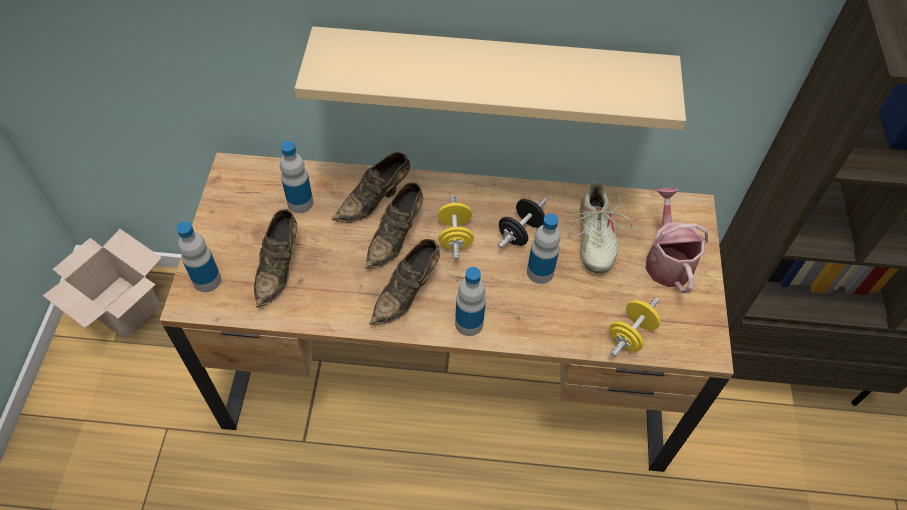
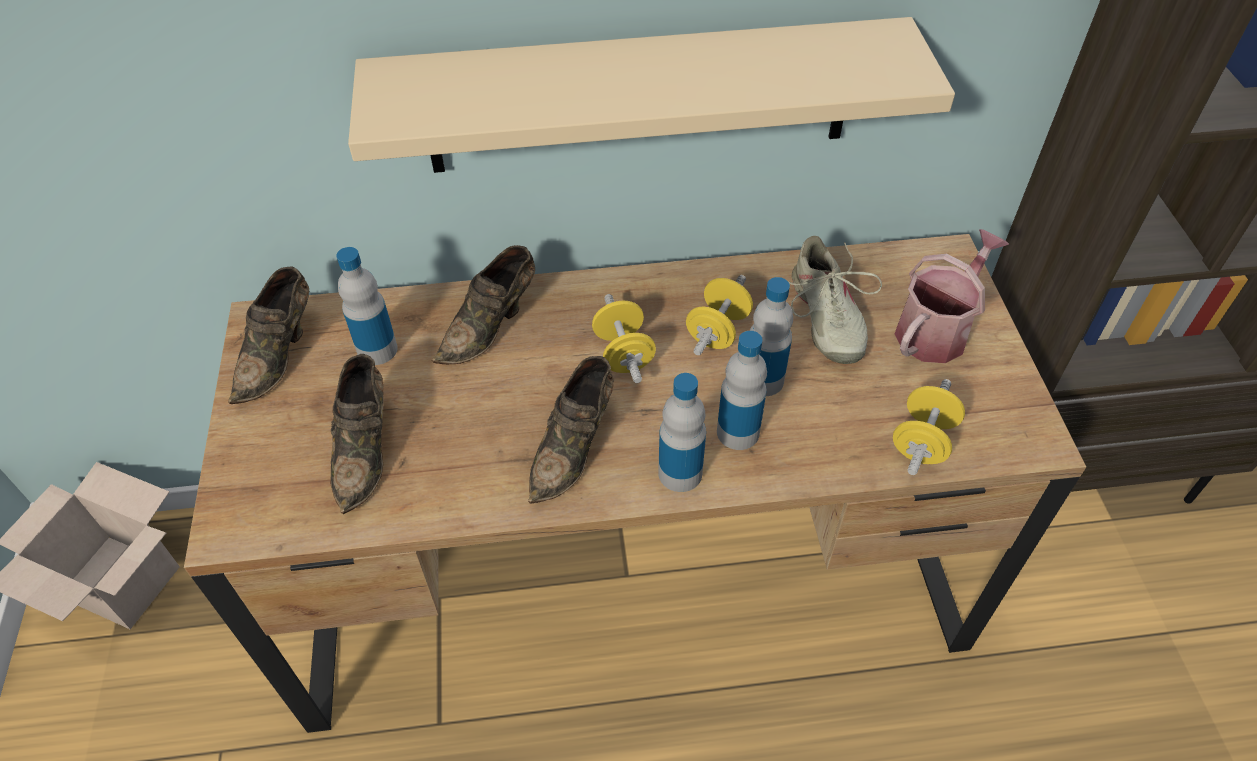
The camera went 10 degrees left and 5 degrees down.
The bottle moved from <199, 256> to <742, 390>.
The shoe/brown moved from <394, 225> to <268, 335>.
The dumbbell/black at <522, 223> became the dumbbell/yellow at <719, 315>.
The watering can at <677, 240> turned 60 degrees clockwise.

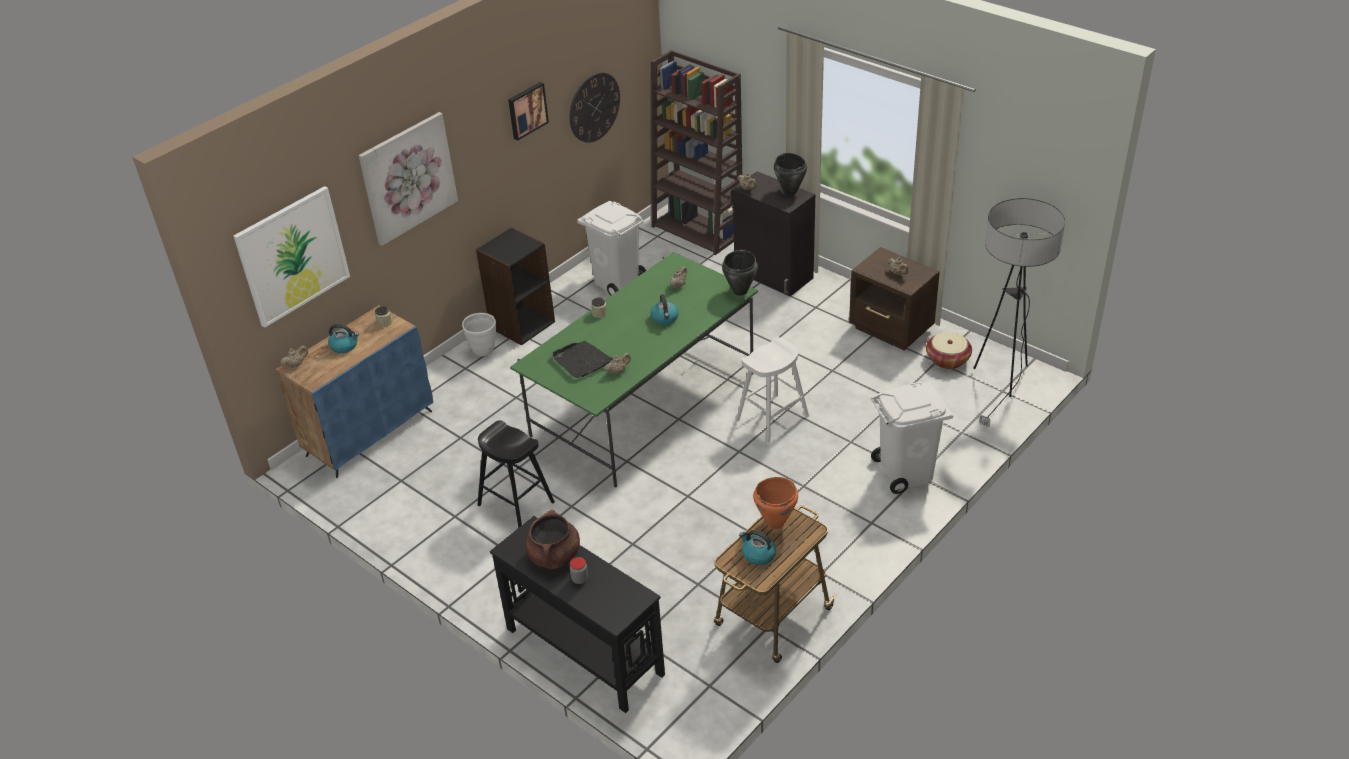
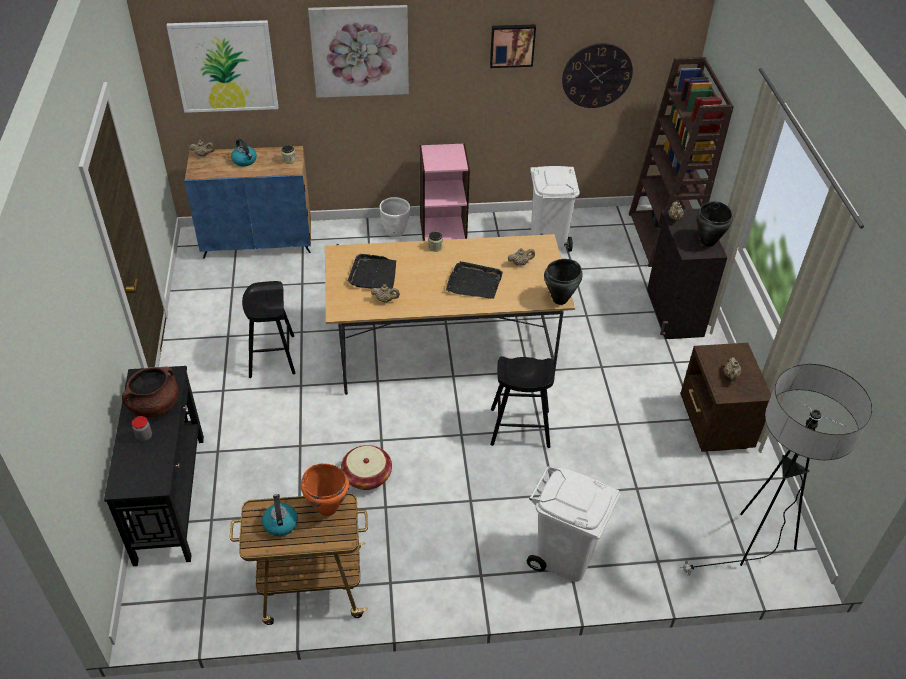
The camera went 40 degrees right and 5 degrees up.
The basket moved from <949, 350> to <366, 467>.
The kettle at <664, 309> was replaced by the tray/black at <474, 280>.
The bookcase/black at <515, 286> became the bookcase/pink at <445, 192>.
The dining table/green at <634, 369> became the dining table/beige at <450, 314>.
The stool/white at <772, 390> became the stool/black at <522, 402>.

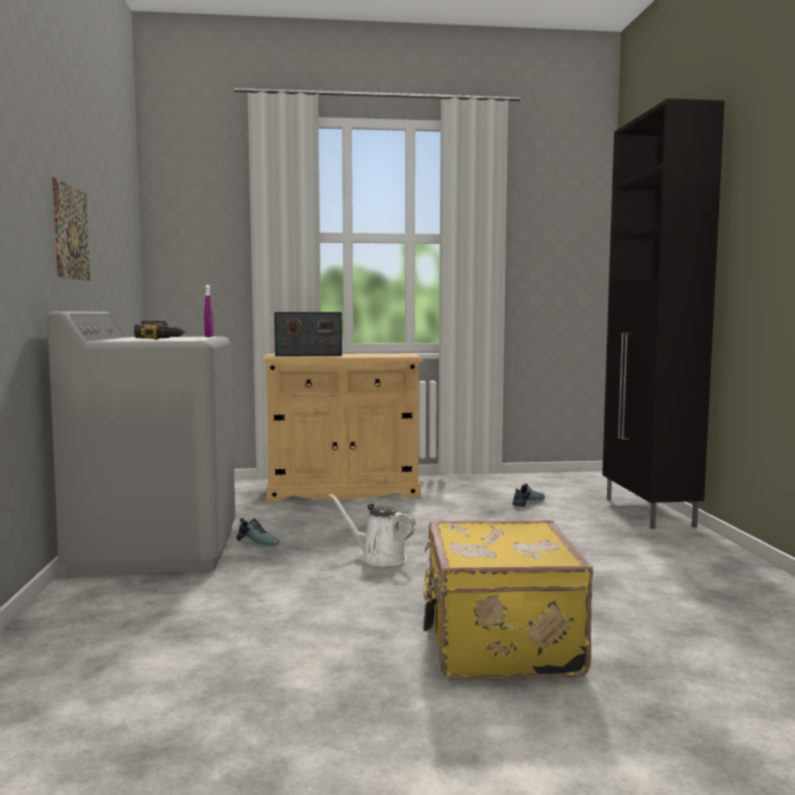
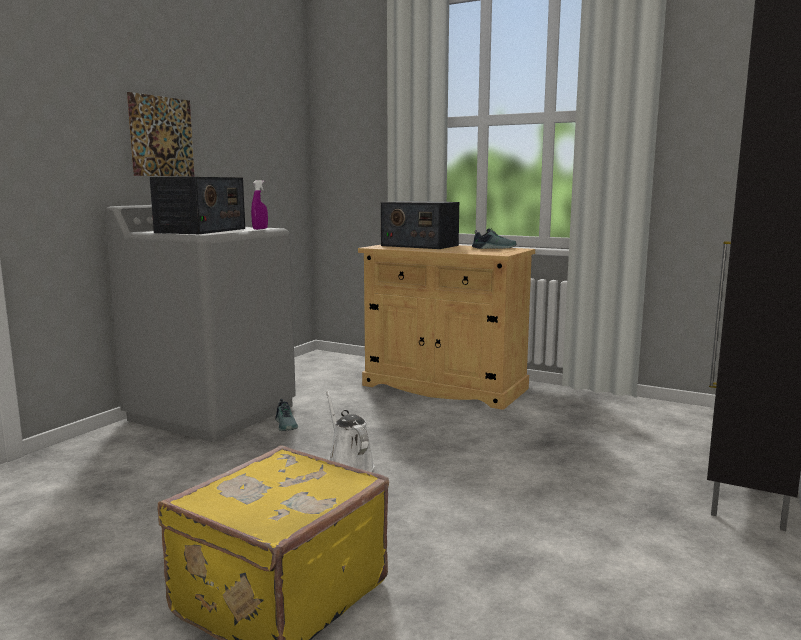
The camera went 35 degrees right and 5 degrees up.
The shoe moved from <528, 495> to <494, 238>.
The power drill at <160, 330> was replaced by the radio at <197, 205>.

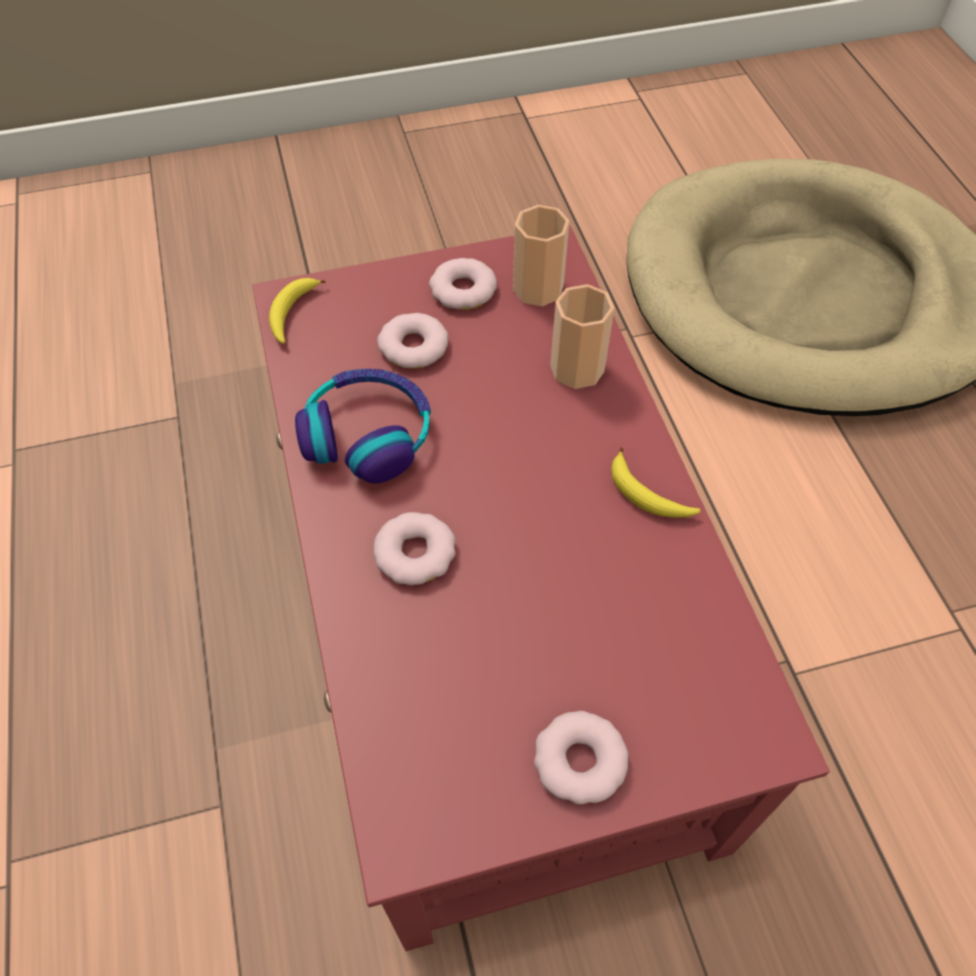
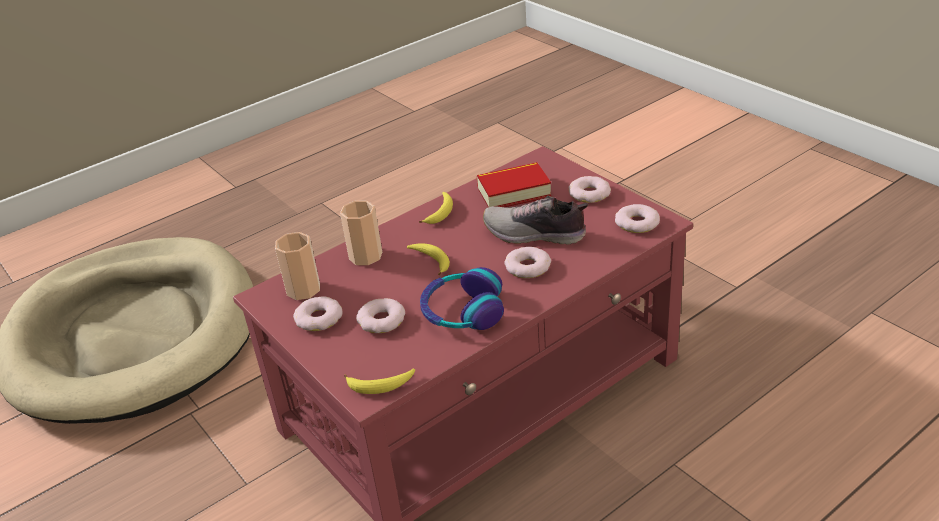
The camera went 110 degrees left and 20 degrees down.
The banana at <428, 259> appeared.
The book at <514, 184> appeared.
The shoe at <536, 220> appeared.
The donut at <637, 218> appeared.

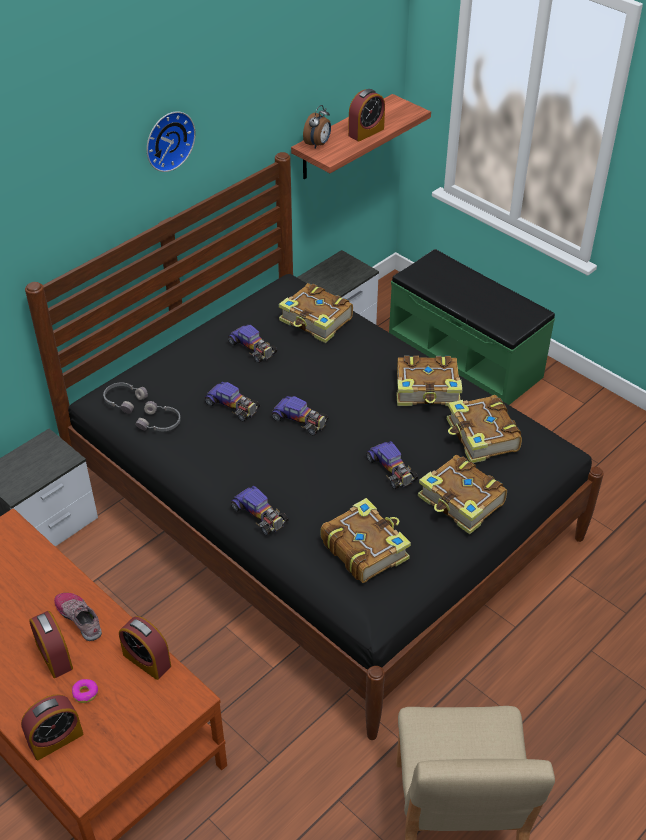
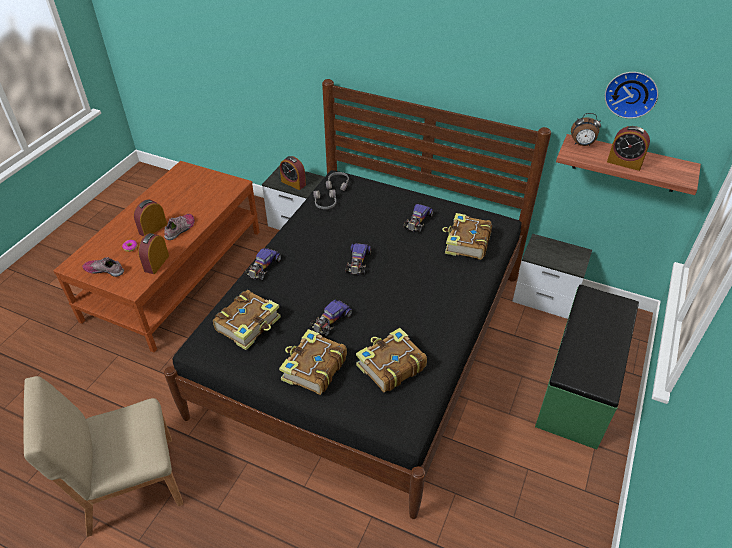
The camera went 70 degrees right and 0 degrees up.
The toy car at <232, 401> disappeared.
The book at <429, 381> disappeared.
The shoe at <103, 267> appeared.
The alarm clock moved from <52, 727> to <293, 173>.
The wall clock moved from <171, 141> to <631, 95>.

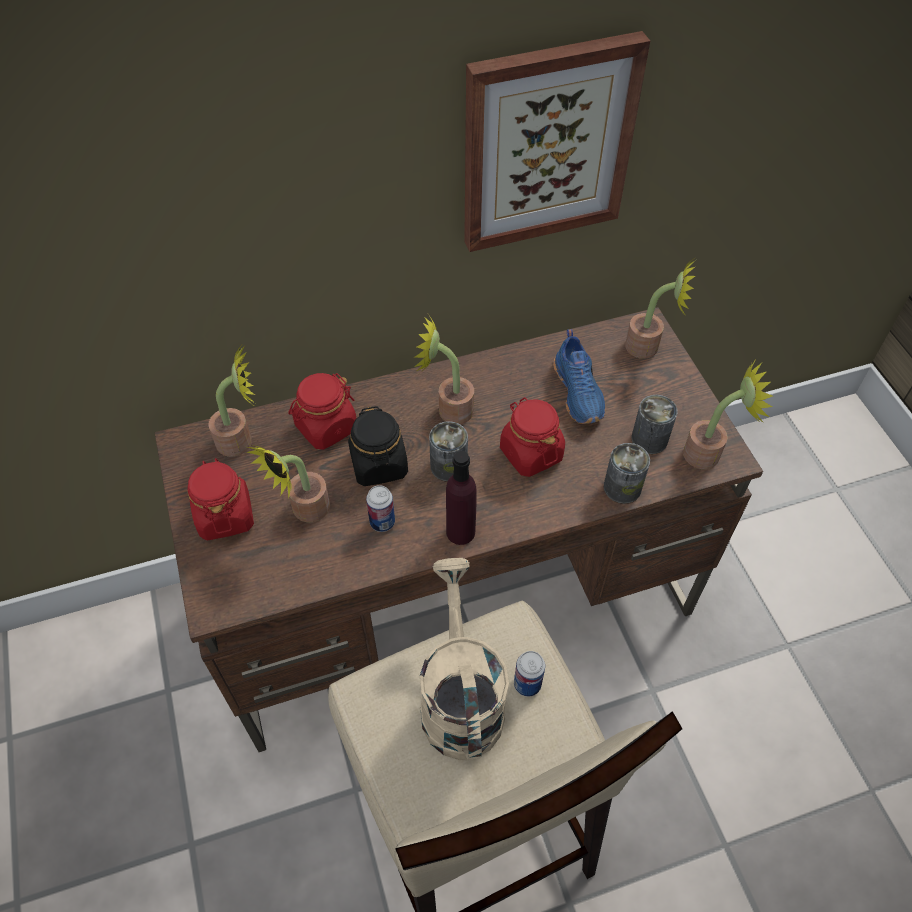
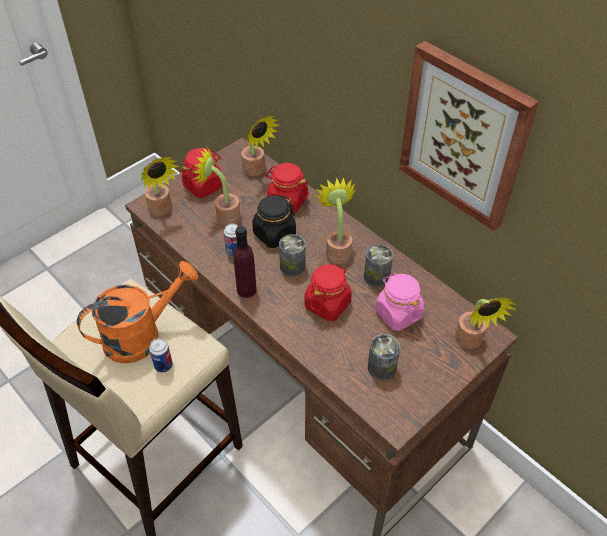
The camera went 65 degrees right and 5 degrees down.
The can moved from <627, 473> to <378, 265>.
The potted plant moved from <728, 413> to <159, 186>.
The shoe/blue at <579, 376> was replaced by the jar/pink at <399, 302>.
The watering can/beige at <464, 659> became the watering can/orange at <137, 312>.

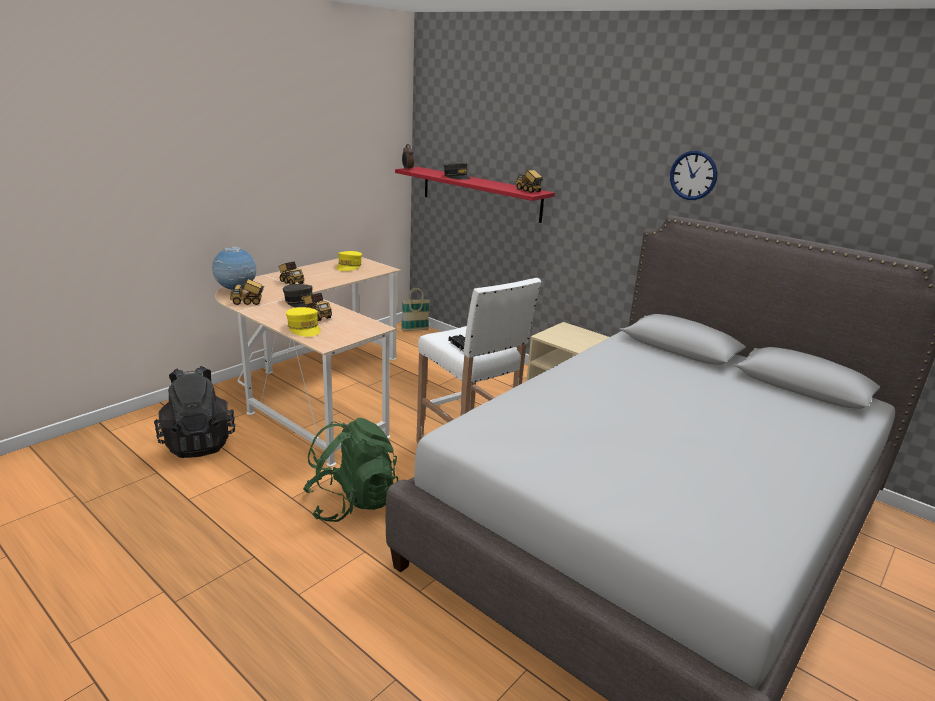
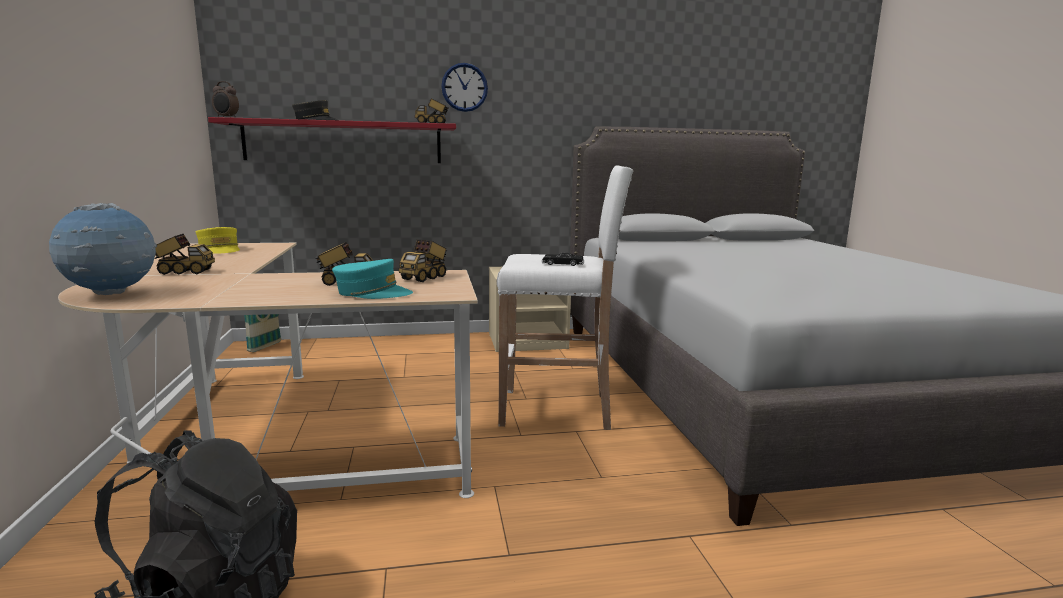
The camera went 50 degrees left and 10 degrees down.
The cap/grey at <299, 295> disappeared.
The backpack/green at <350, 470> disappeared.
The toy truck moved from <247, 292> to <423, 260>.
The wall clock moved from <693, 175> to <464, 87>.
The cap/yellow at <303, 322> became the cap/turquoise at <372, 279>.

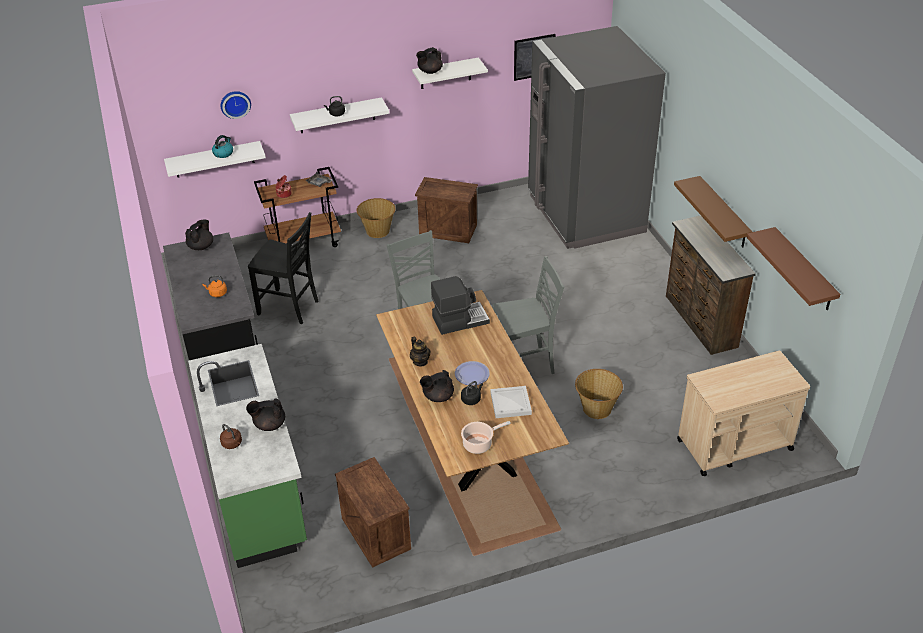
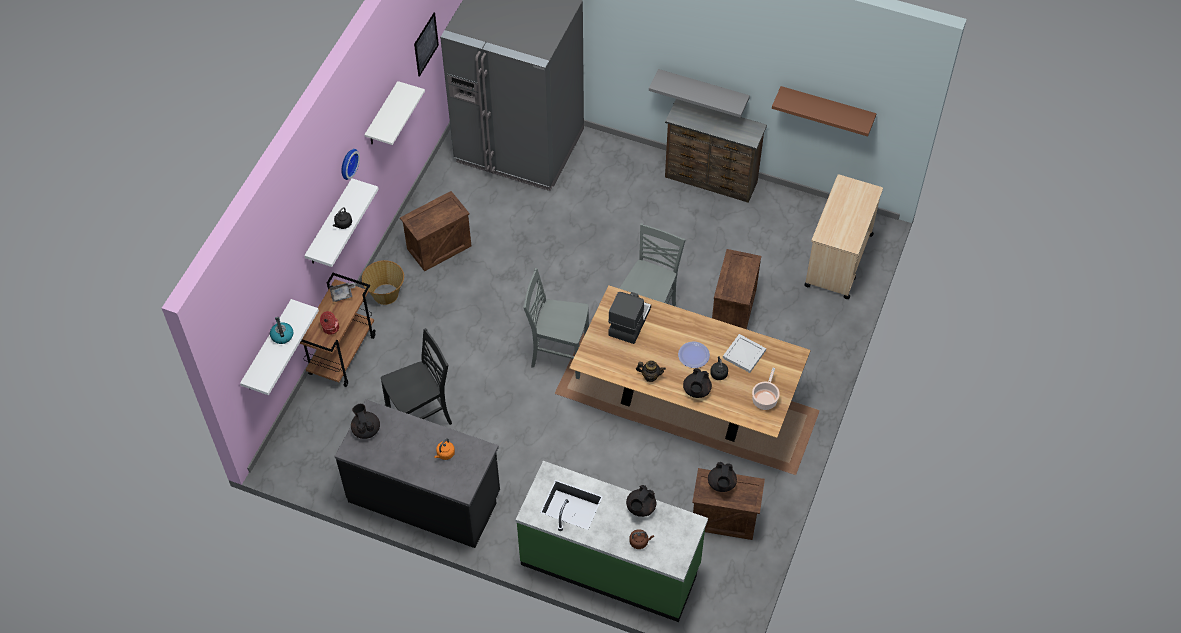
The camera went 50 degrees left and 15 degrees up.
The wall clock moved from <236, 105> to <350, 164>.
The teapot/black moved from <429, 60> to <722, 477>.
The basket at <599, 394> was replaced by the crate at <736, 289>.
The shelf/brown at <713, 212> became the shelf/grey at <699, 93>.

